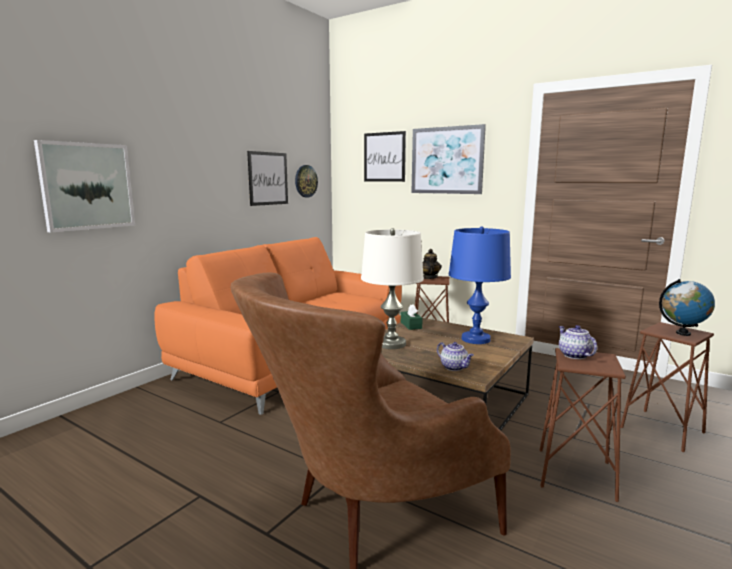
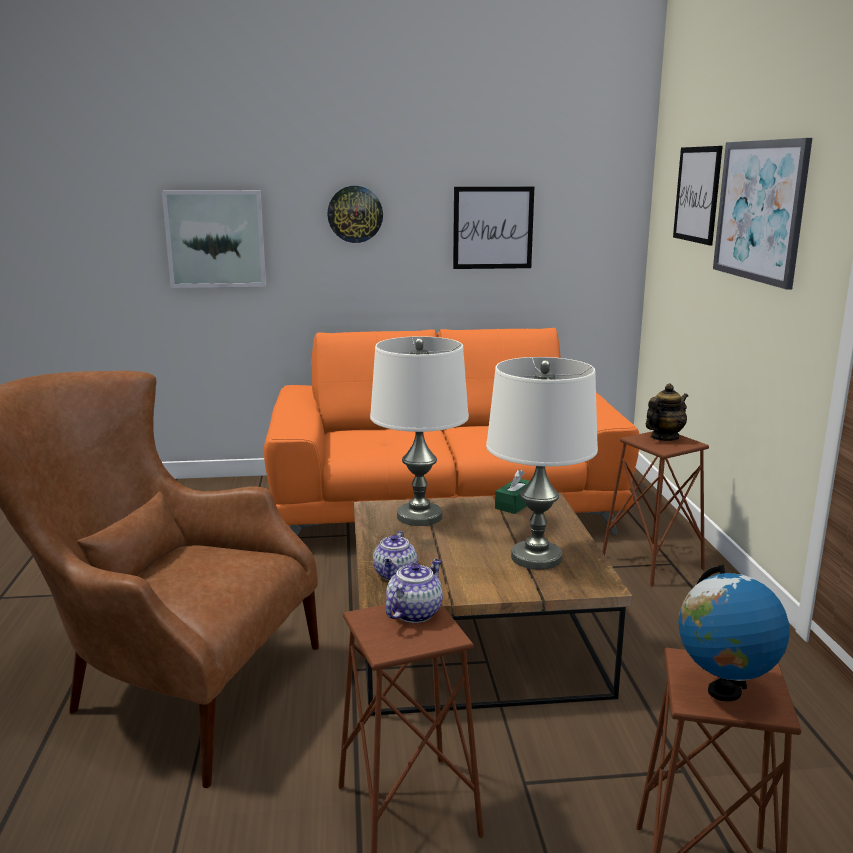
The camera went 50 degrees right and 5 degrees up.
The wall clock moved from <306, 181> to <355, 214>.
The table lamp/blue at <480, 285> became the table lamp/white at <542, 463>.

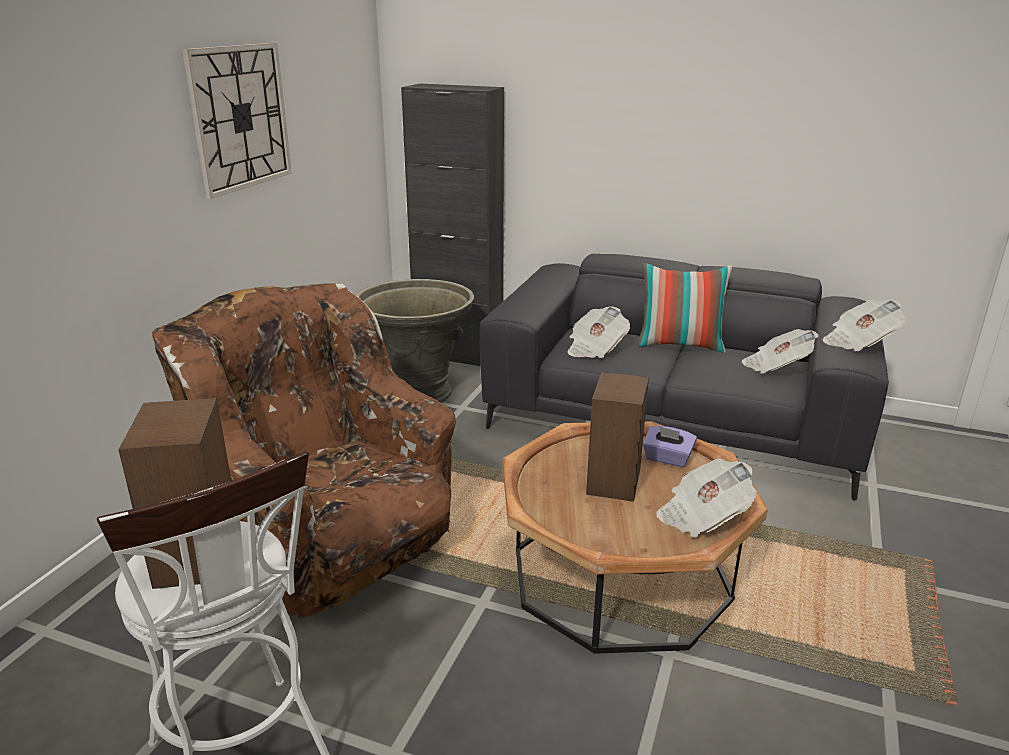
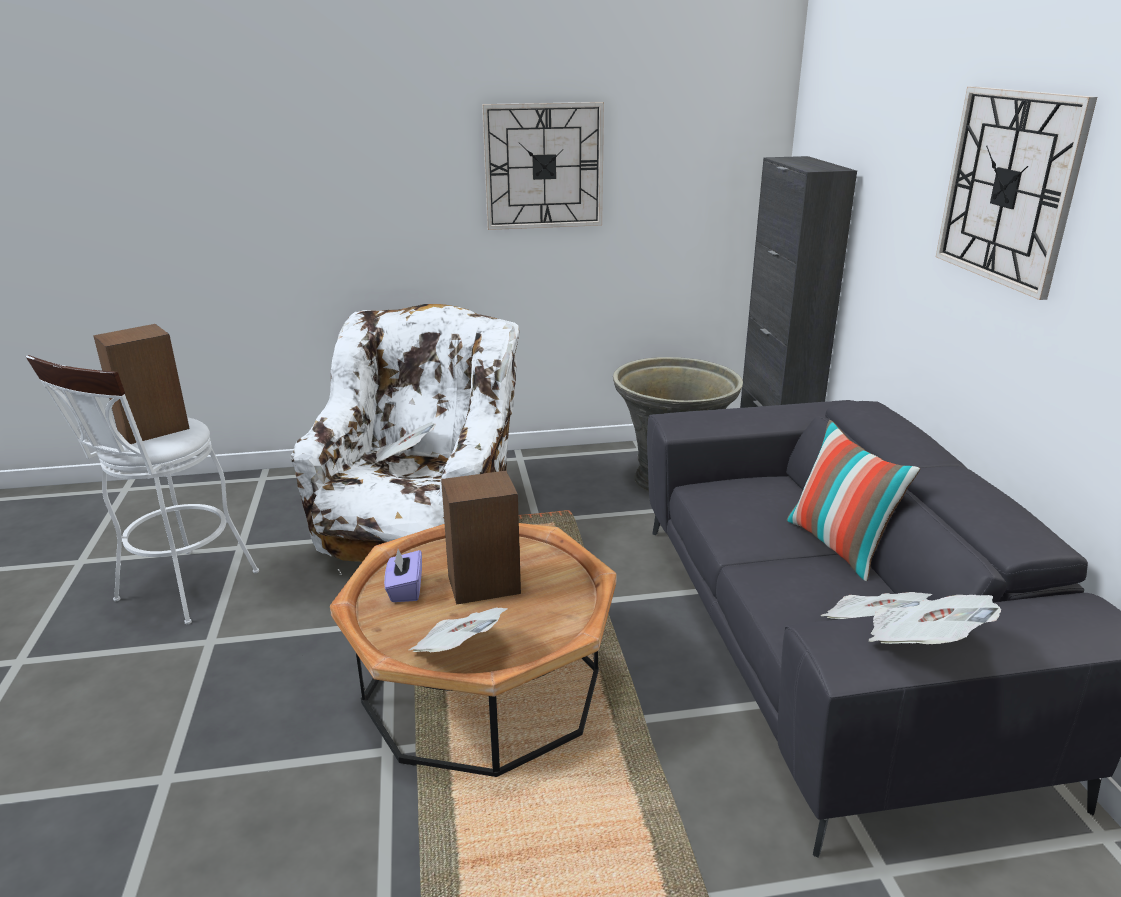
The camera went 60 degrees right and 0 degrees up.
The wall clock at <1016, 193> appeared.
The newspaper moved from <599, 332> to <405, 442>.
The tissue box/purple moved from <670, 447> to <403, 575>.
The armchair/brown at <304, 450> became the armchair/white at <405, 439>.

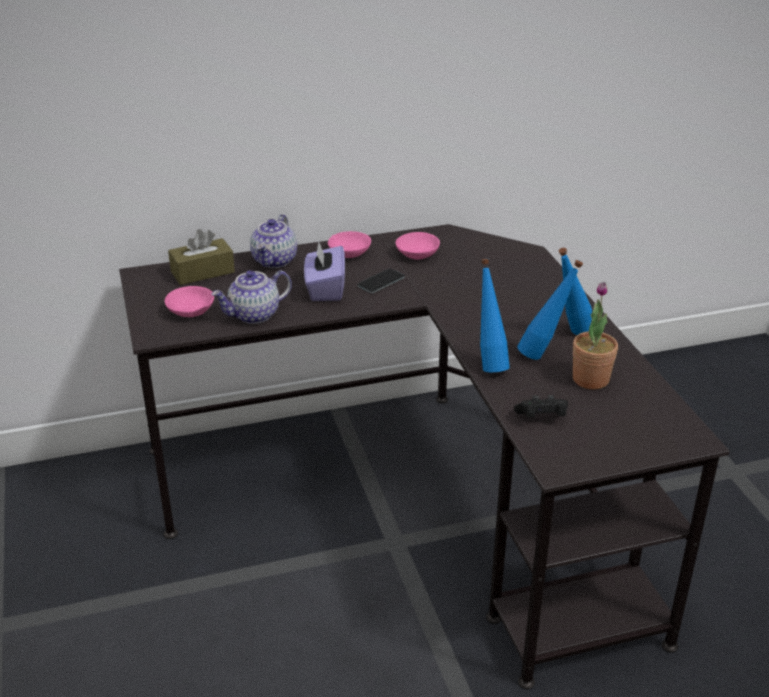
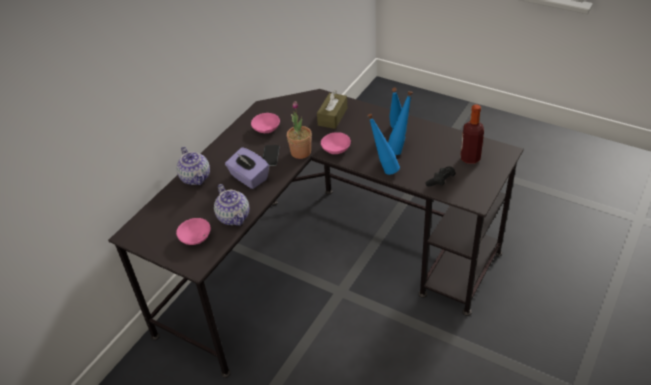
The camera went 40 degrees left and 10 degrees up.
The bottle at <472, 134> appeared.
The tissue box/brown moved from <201, 257> to <332, 109>.
The bowl/pink moved from <349, 244> to <336, 143>.
The potted plant moved from <595, 336> to <299, 130>.
The teapot at <252, 297> turned 45 degrees counterclockwise.

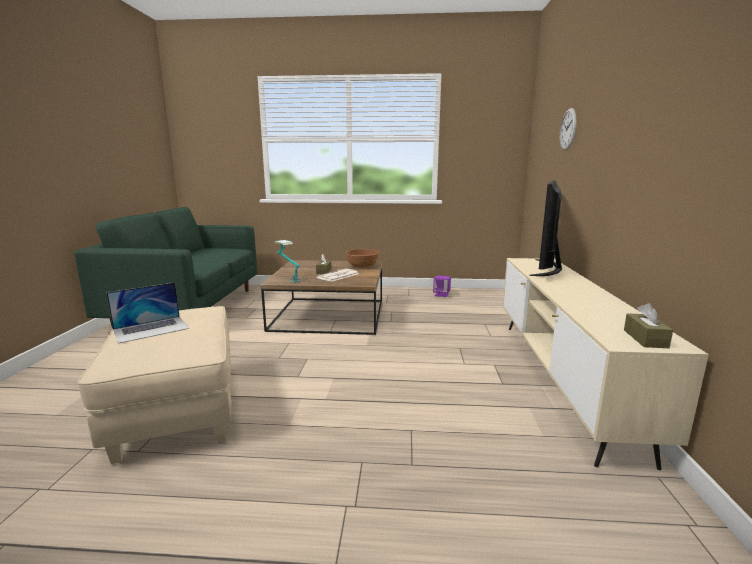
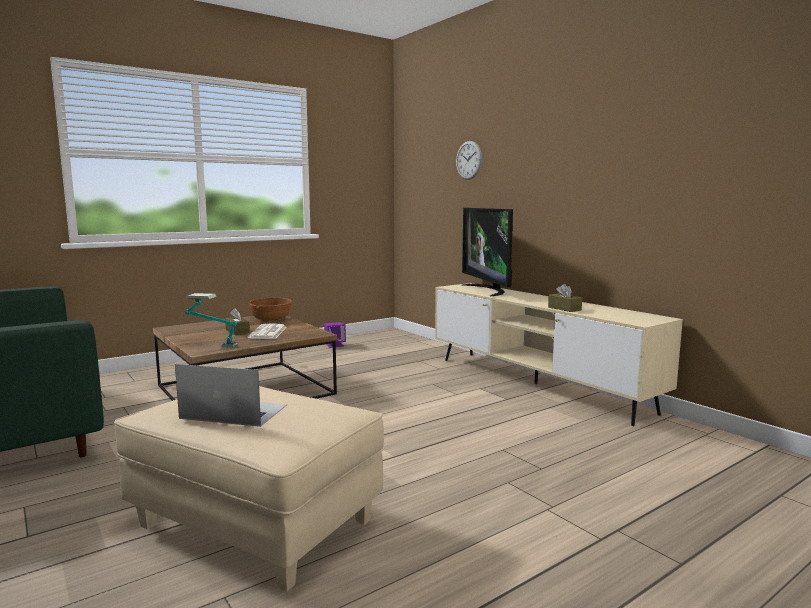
The camera went 40 degrees left and 5 degrees down.
The tissue box/brown moved from <648, 325> to <565, 298>.
The laptop at <147, 313> turned 90 degrees counterclockwise.

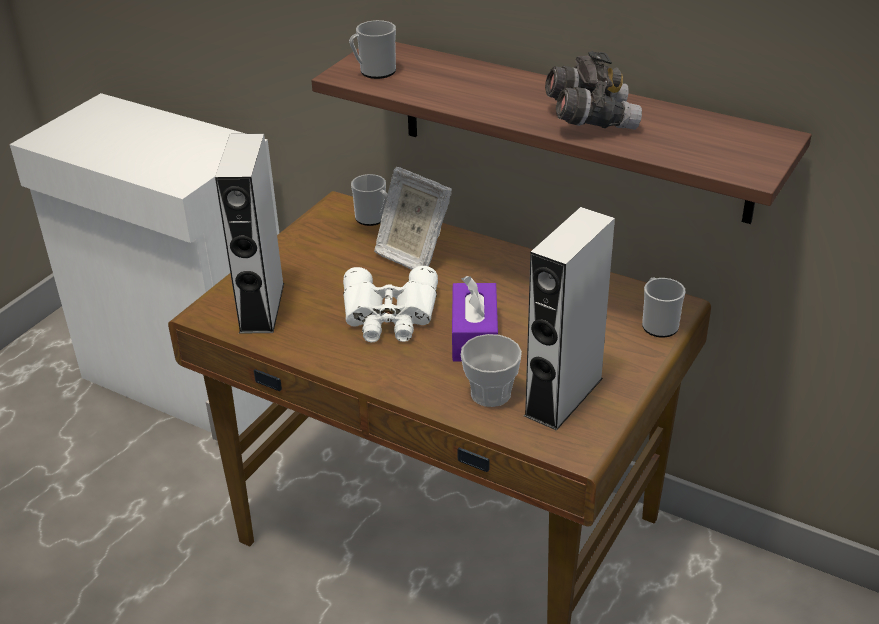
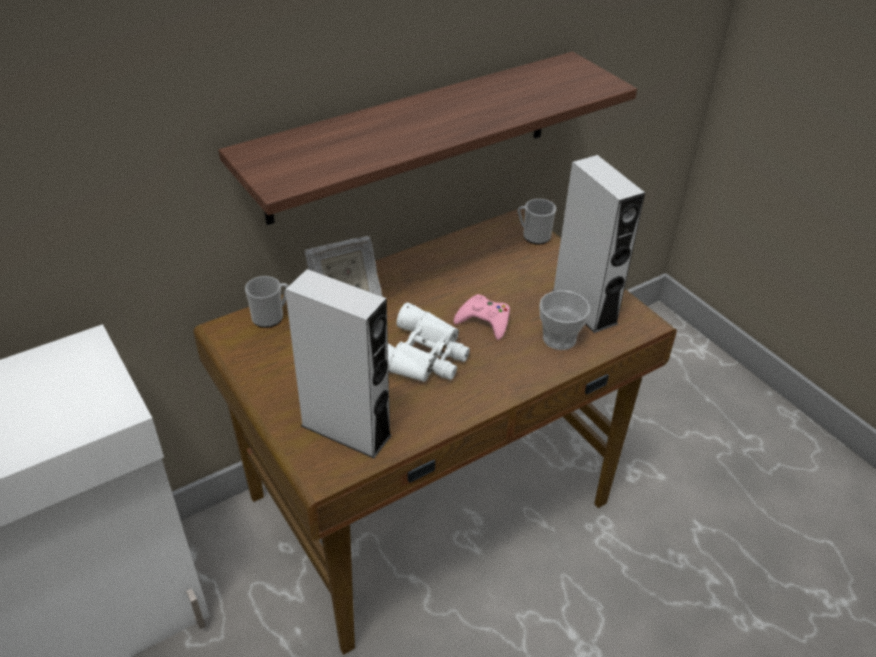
The camera went 65 degrees left and 5 degrees up.
The mug at <372, 49> disappeared.
The binoculars/grey at <593, 90> disappeared.
The tissue box/purple at <475, 318> was replaced by the game controller/pink at <482, 317>.

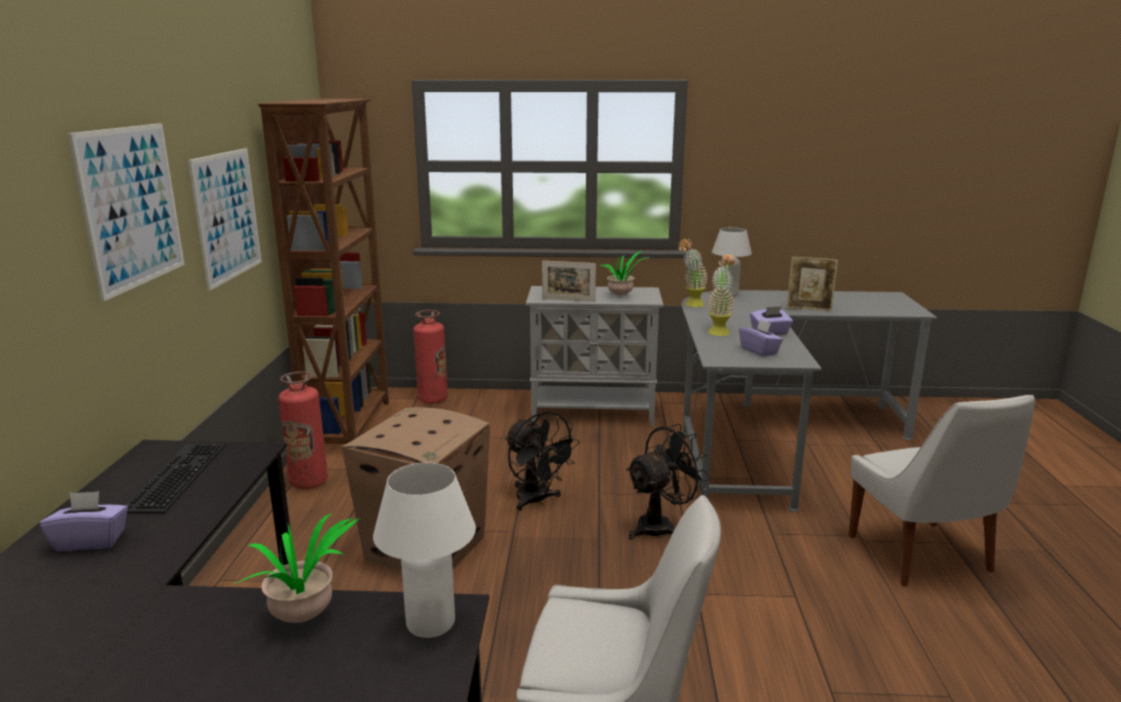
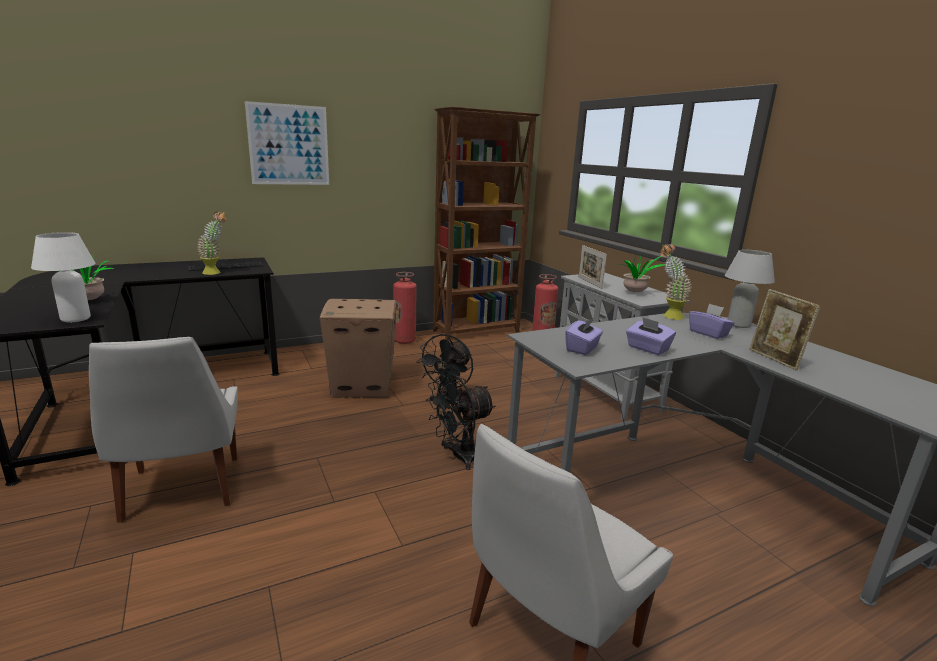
The camera went 60 degrees right and 0 degrees up.
The picture at <225, 219> disappeared.
The tissue box/purple moved from <84, 521> to <711, 321>.
The potted plant moved from <721, 295> to <211, 243>.
The fan/black at <668, 481> turned 120 degrees clockwise.

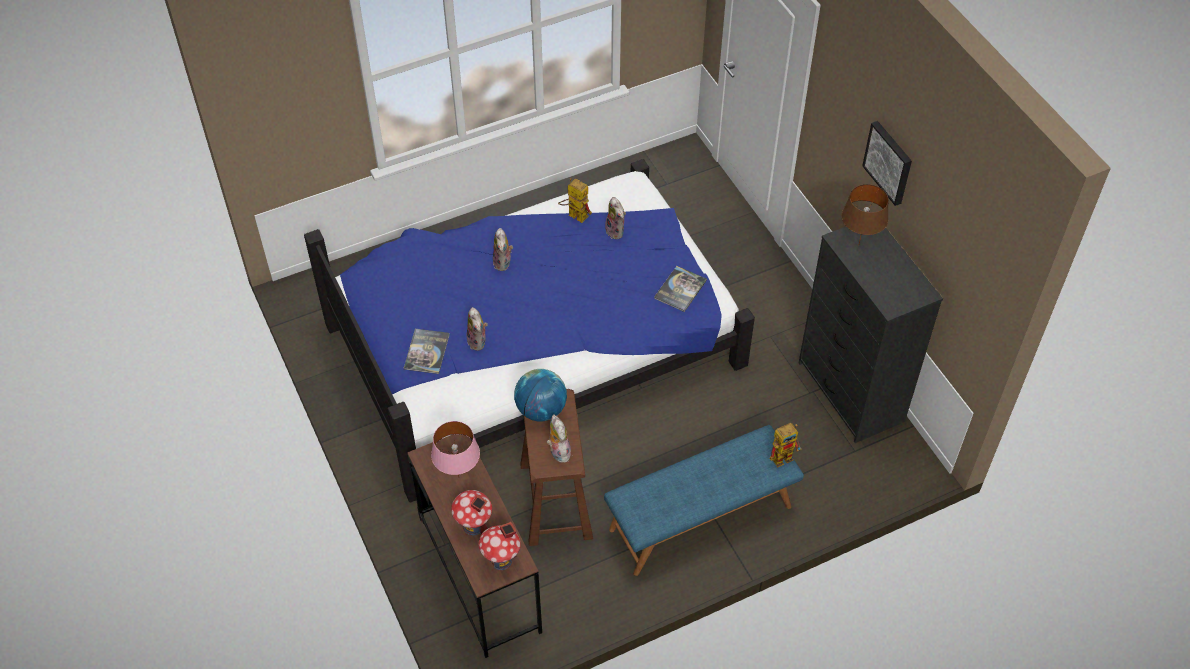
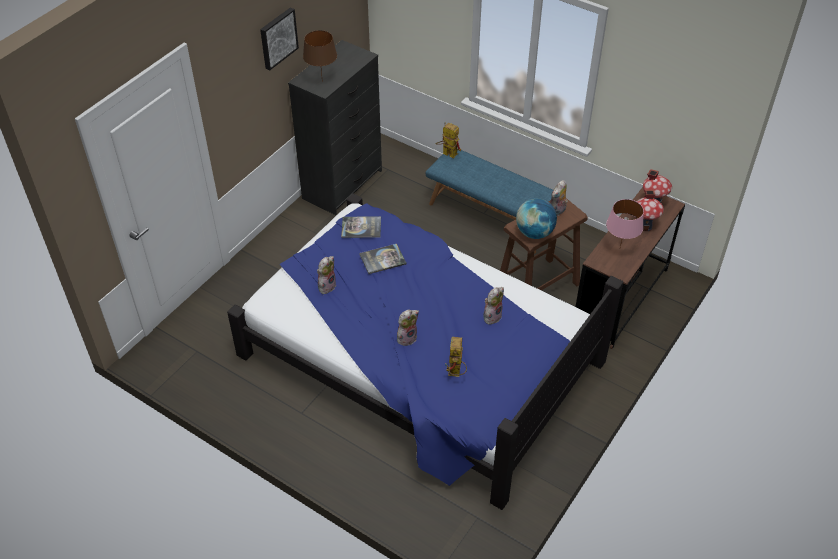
The camera went 120 degrees left and 5 degrees down.
The book moved from <427, 351> to <383, 259>.
The toy robot moved from <575, 200> to <456, 357>.

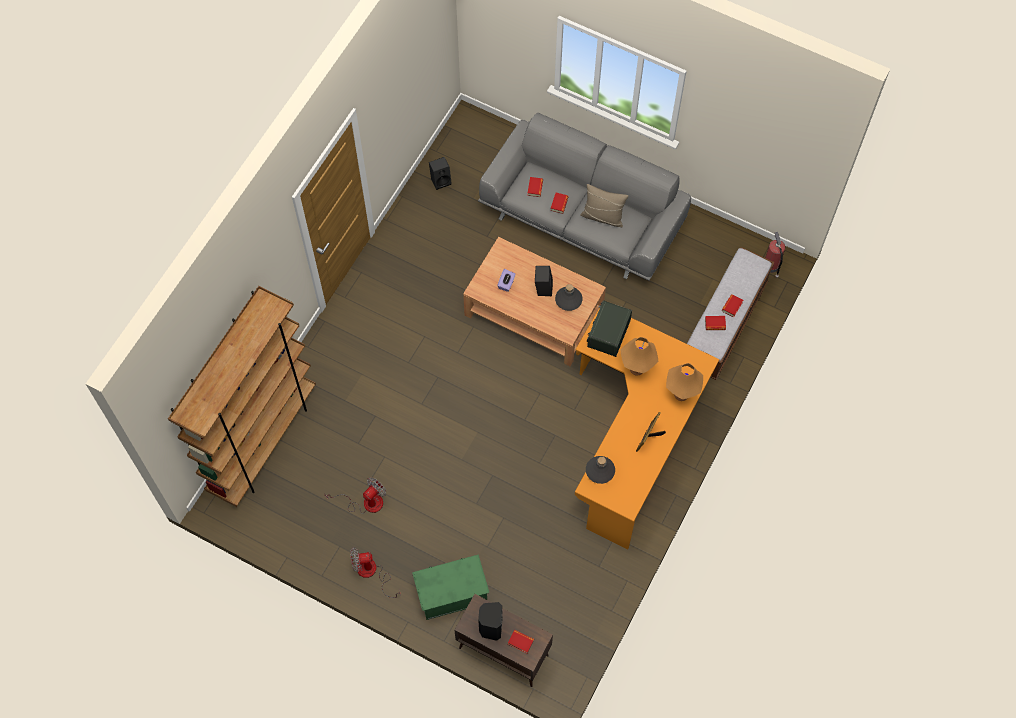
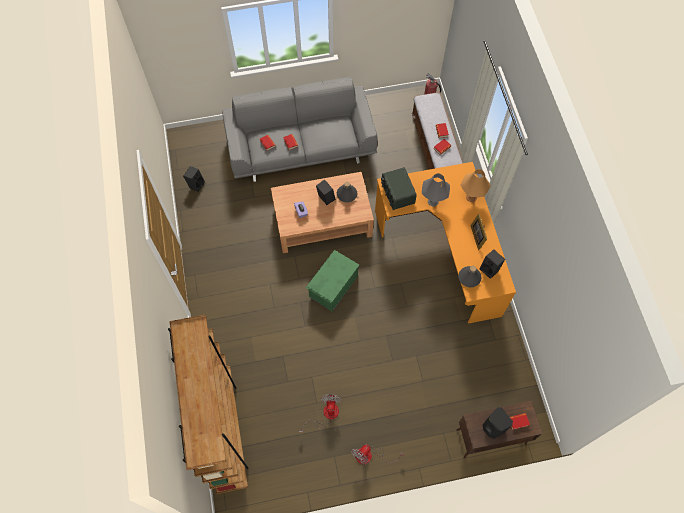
The camera went 40 degrees left and 0 degrees up.
The pillow/beige at <604, 205> disappeared.
The speaker/black at <492, 264> appeared.
The storage box/green moved from <450, 587> to <332, 280>.
The table lamp/orange at <639, 356> became the table lamp/grey at <436, 189>.

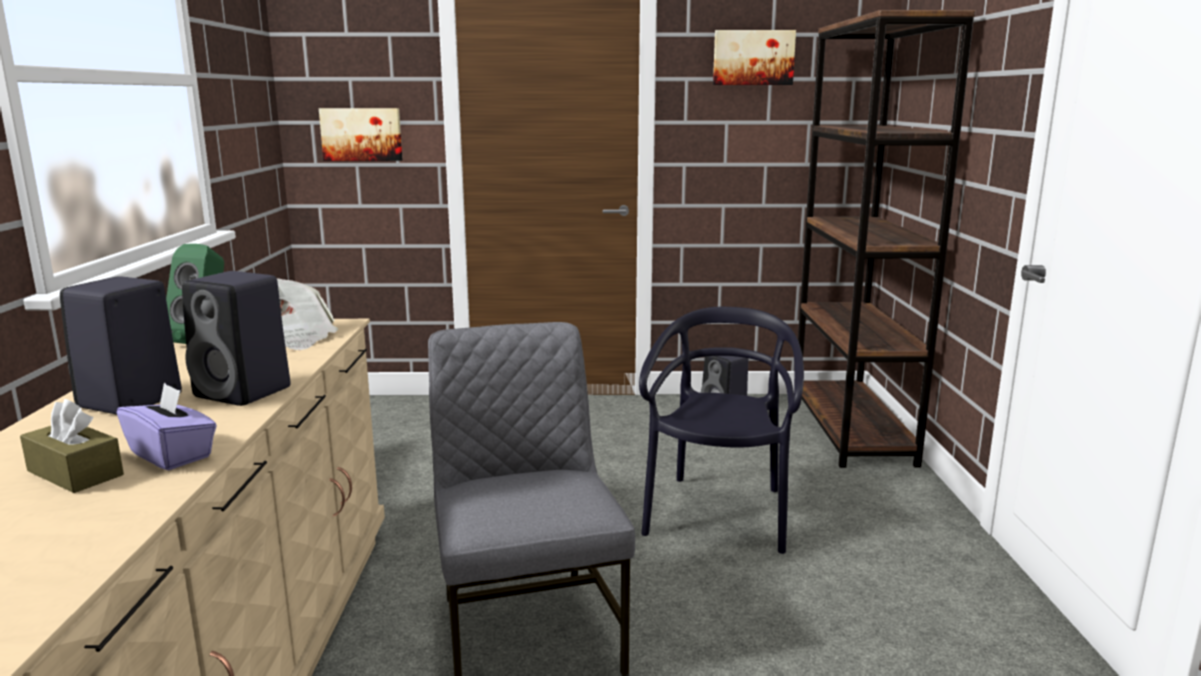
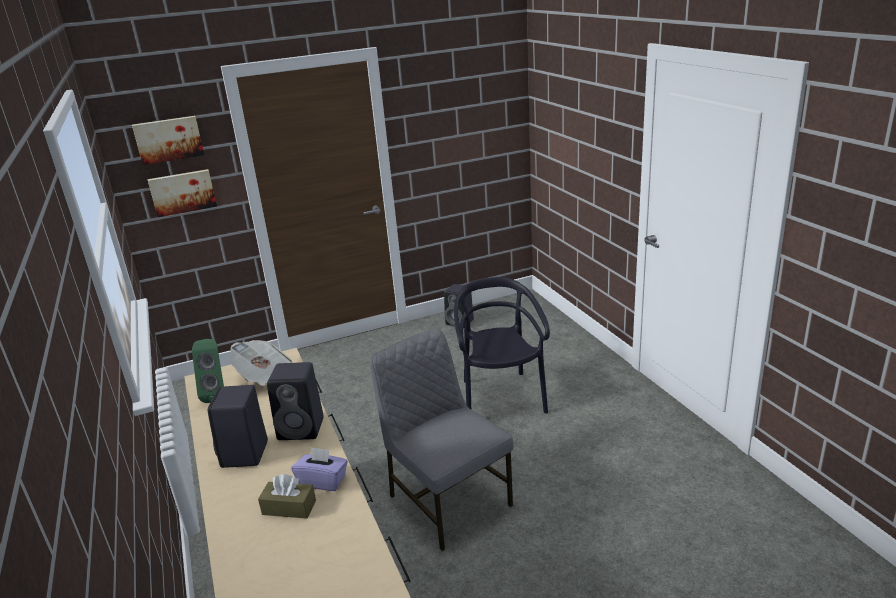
The camera went 20 degrees left and 10 degrees up.
The bookcase/brown at <887, 239> disappeared.
The picture moved from <754, 57> to <168, 140>.

